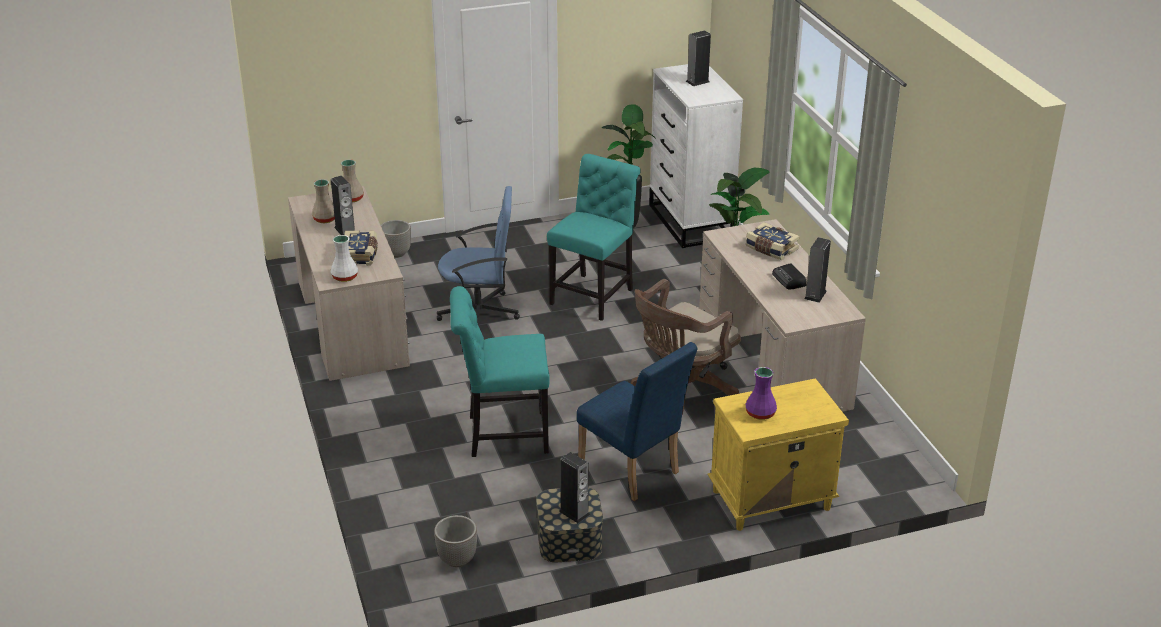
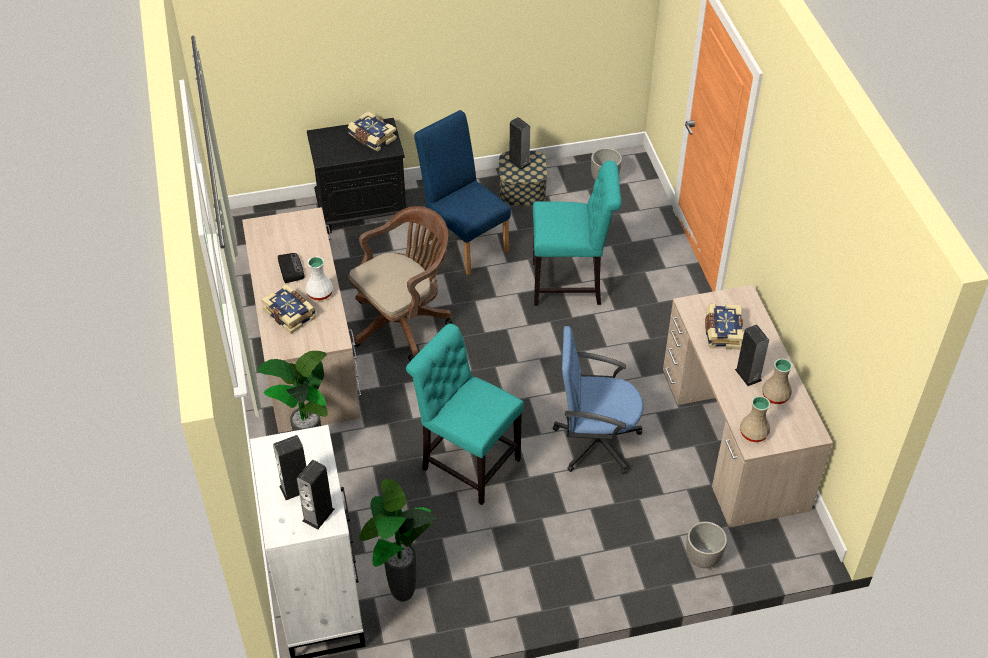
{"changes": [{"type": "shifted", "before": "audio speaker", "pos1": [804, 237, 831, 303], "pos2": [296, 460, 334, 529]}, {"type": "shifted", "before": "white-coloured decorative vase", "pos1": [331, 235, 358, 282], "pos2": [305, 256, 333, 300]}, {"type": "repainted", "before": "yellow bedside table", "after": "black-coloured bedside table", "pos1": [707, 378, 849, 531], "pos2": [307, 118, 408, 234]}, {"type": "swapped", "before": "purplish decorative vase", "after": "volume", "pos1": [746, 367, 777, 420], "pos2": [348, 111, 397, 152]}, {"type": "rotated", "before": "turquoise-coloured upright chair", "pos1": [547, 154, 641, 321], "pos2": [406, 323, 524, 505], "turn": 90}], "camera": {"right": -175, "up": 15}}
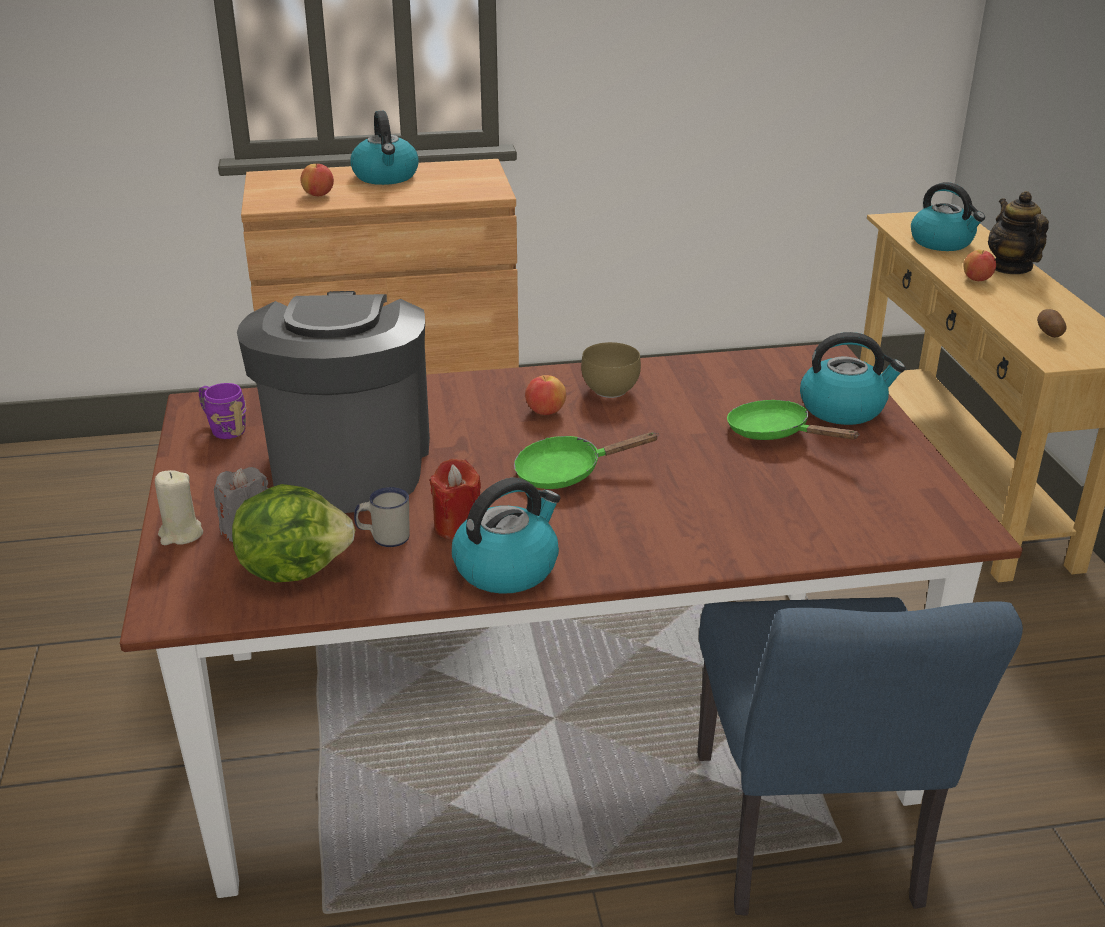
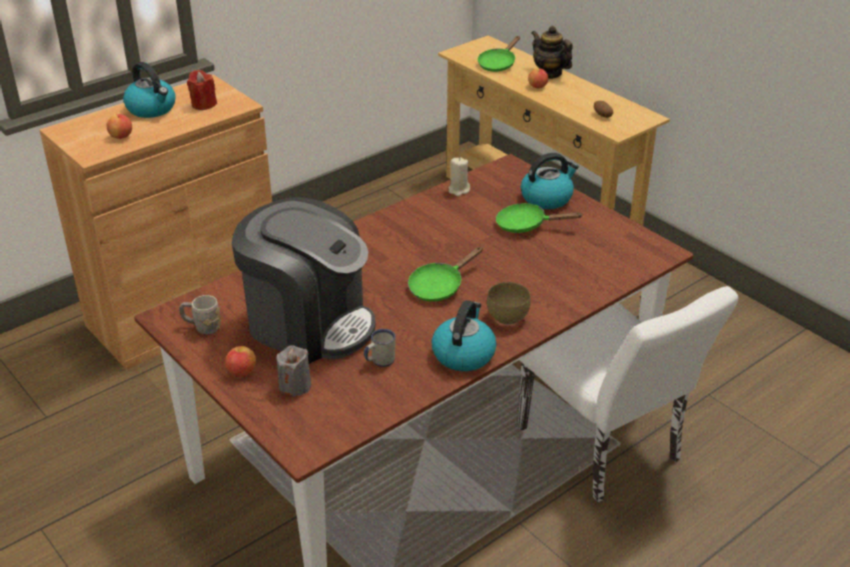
{"changes": [{"type": "repainted", "before": "purplish tea mug", "after": "gray tea mug", "pos1": [198, 383, 246, 439], "pos2": [179, 295, 221, 335]}, {"type": "shifted", "before": "reddish wax light", "pos1": [429, 459, 481, 540], "pos2": [187, 70, 217, 110]}, {"type": "shifted", "before": "apple", "pos1": [525, 375, 566, 415], "pos2": [225, 346, 256, 376]}, {"type": "rotated", "before": "coffee machine", "pos1": [237, 291, 430, 513], "pos2": [232, 197, 376, 364], "turn": 150}, {"type": "shifted", "before": "sand-coloured wax light", "pos1": [155, 470, 203, 545], "pos2": [449, 158, 470, 196]}, {"type": "swapped", "before": "kettle", "after": "greenish skillet", "pos1": [911, 182, 985, 251], "pos2": [478, 36, 520, 72]}, {"type": "shifted", "before": "brown-coloured deep dish", "pos1": [581, 342, 641, 398], "pos2": [487, 282, 531, 325]}, {"type": "repainted", "before": "bluish upright chair", "after": "white-coloured upright chair", "pos1": [697, 597, 1023, 916], "pos2": [517, 286, 739, 503]}, {"type": "gone", "before": "head of lettuce", "pos1": [232, 484, 355, 582]}], "camera": {"right": -30, "up": 5}}
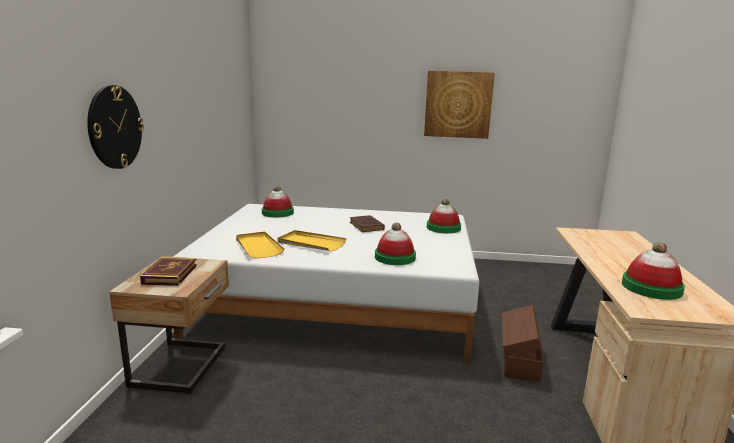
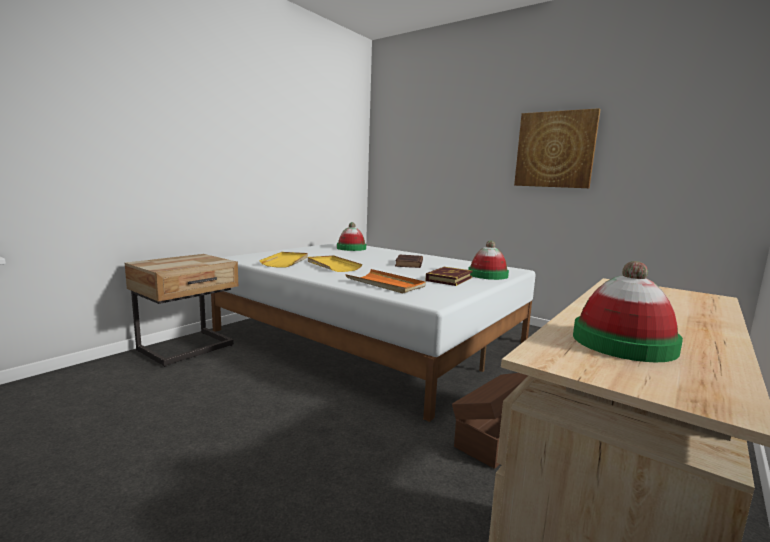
{"changes": [{"type": "swapped", "before": "clothing hat", "after": "orangey carrying tray", "pos1": [375, 223, 416, 265], "pos2": [345, 269, 426, 294]}, {"type": "shifted", "before": "volume", "pos1": [140, 257, 197, 286], "pos2": [425, 267, 473, 286]}, {"type": "gone", "before": "clock on the wall", "pos1": [87, 85, 144, 169]}], "camera": {"right": 30, "up": -5}}
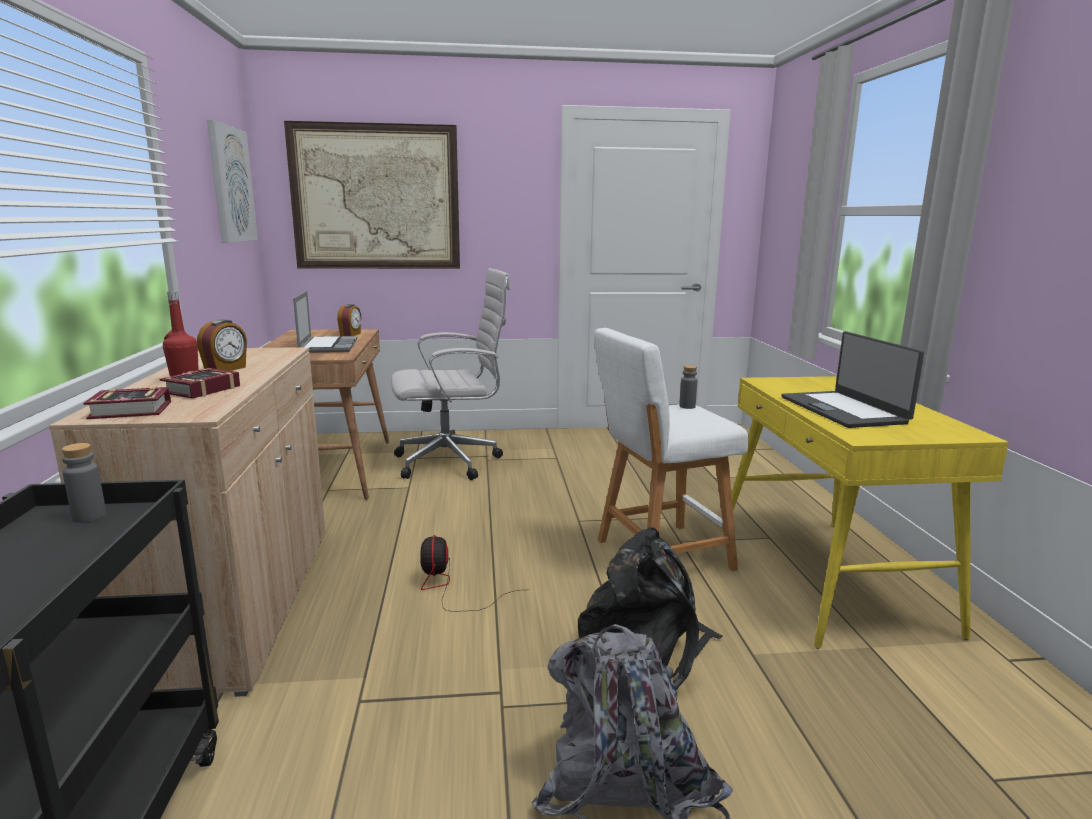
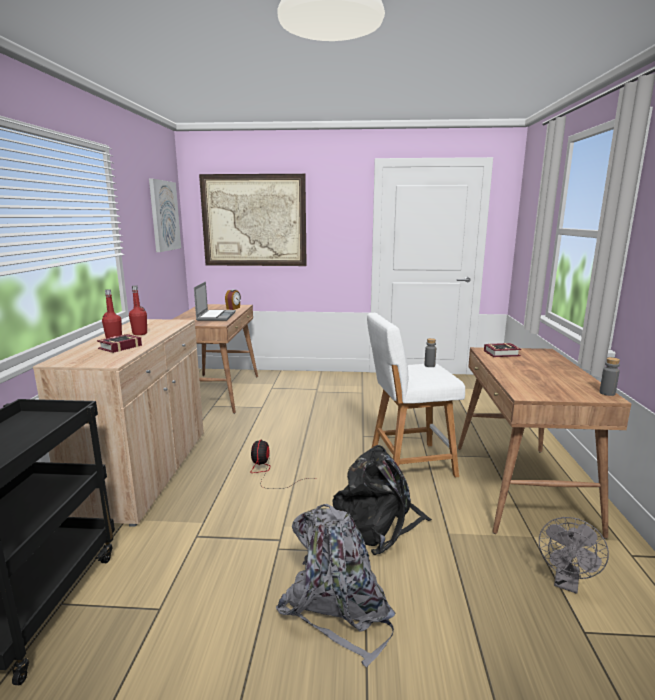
{"changes": [{"type": "swapped", "before": "table clock", "after": "reddish beverage bottle", "pos1": [197, 319, 247, 371], "pos2": [129, 285, 147, 335]}, {"type": "repainted", "before": "yellow desk", "after": "brown-coloured desk", "pos1": [722, 376, 1009, 649], "pos2": [458, 347, 631, 539]}, {"type": "shifted", "before": "volume", "pos1": [84, 387, 171, 419], "pos2": [484, 343, 522, 357]}, {"type": "new", "after": "gray electric fan", "pos2": [539, 517, 609, 594]}, {"type": "shifted", "before": "gray beverage bottle", "pos1": [62, 443, 106, 523], "pos2": [599, 357, 620, 396]}, {"type": "gone", "before": "white-coloured desk chair", "pos1": [391, 268, 510, 480]}, {"type": "gone", "before": "laptop", "pos1": [782, 331, 924, 428]}], "camera": {"right": 10, "up": 0}}
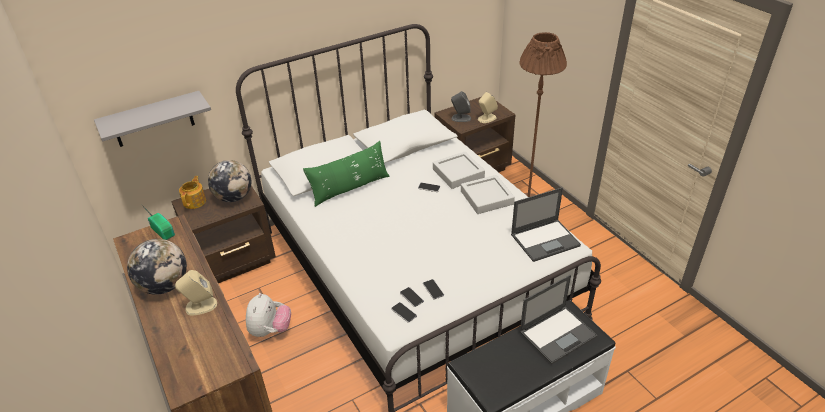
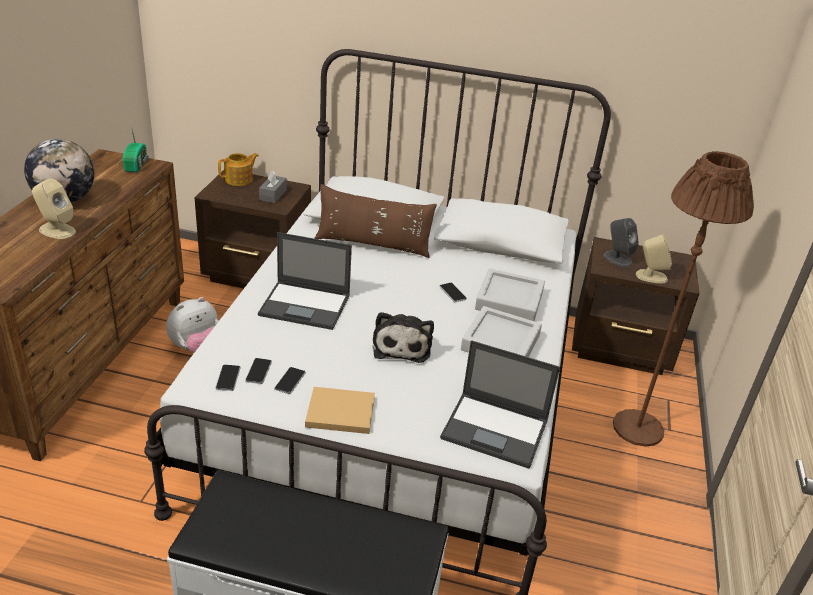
{"changes": [{"type": "shifted", "before": "laptop", "pos1": [519, 275, 598, 364], "pos2": [258, 232, 352, 330]}, {"type": "swapped", "before": "desk globe", "after": "gray box of tissues", "pos1": [208, 160, 251, 202], "pos2": [259, 170, 287, 203]}, {"type": "new", "after": "sand-coloured volume", "pos2": [305, 387, 375, 434]}, {"type": "repainted", "before": "greenish pillow", "after": "brown-coloured pillow", "pos1": [303, 141, 390, 207], "pos2": [314, 184, 437, 258]}, {"type": "new", "after": "cuddly toy", "pos2": [373, 312, 434, 363]}, {"type": "gone", "before": "gray wall shelf", "pos1": [94, 91, 211, 147]}], "camera": {"right": 40, "up": -5}}
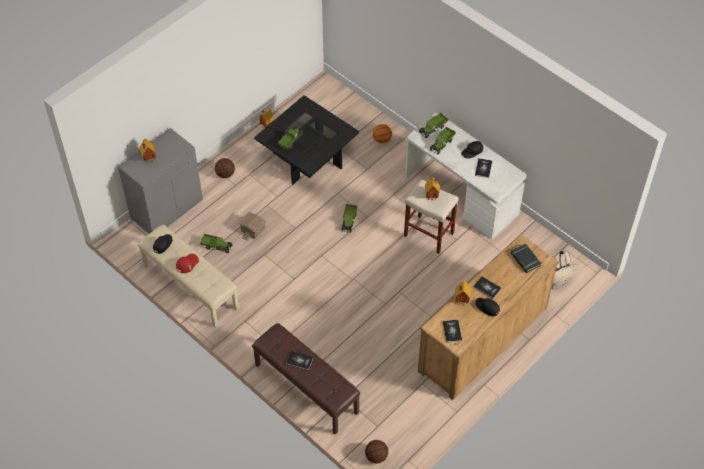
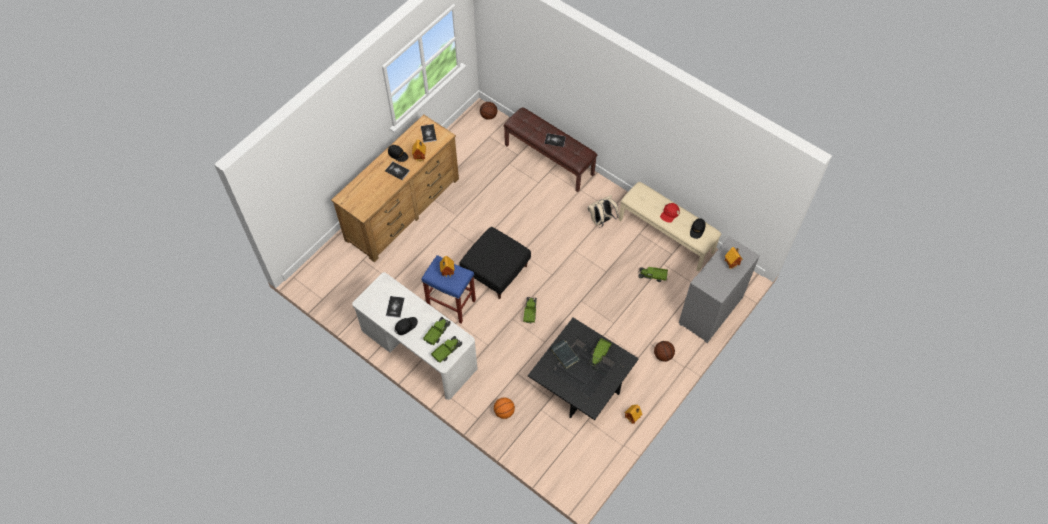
{"changes": [{"type": "repainted", "before": "sand-coloured stool seat", "after": "bluish stool seat", "pos1": [404, 179, 459, 254], "pos2": [422, 255, 476, 323]}, {"type": "new", "after": "black-coloured pouffe", "pos2": [459, 227, 531, 299]}, {"type": "shifted", "before": "black-coloured volume", "pos1": [511, 243, 541, 273], "pos2": [550, 340, 580, 369]}, {"type": "shifted", "before": "sand-coloured rucksack", "pos1": [551, 250, 578, 289], "pos2": [588, 195, 619, 228]}, {"type": "gone", "before": "model house", "pos1": [239, 212, 267, 241]}], "camera": {"right": 175, "up": 5}}
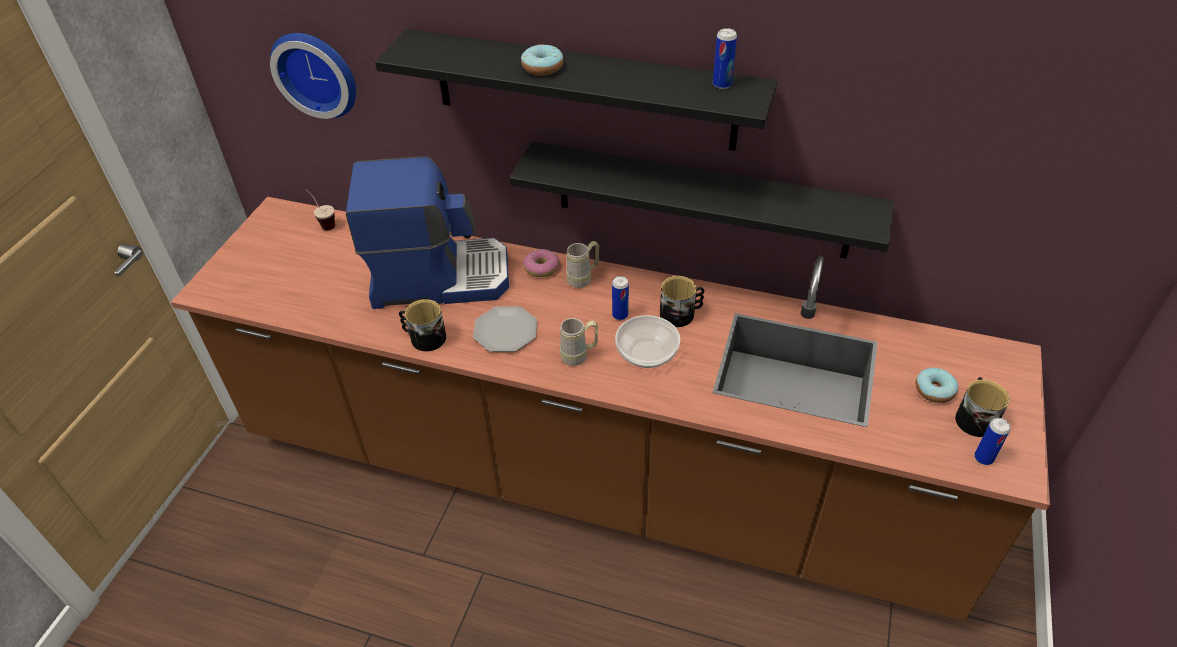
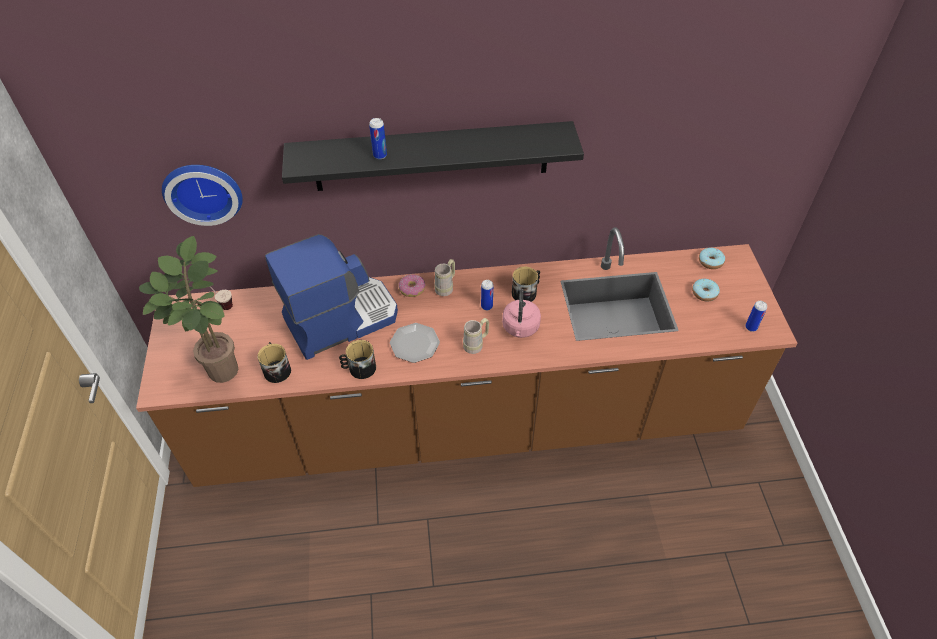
{"changes": [{"type": "new", "after": "plant in a pot", "pos2": [139, 236, 238, 383]}, {"type": "shifted", "before": "tea mug", "pos1": [955, 377, 1010, 437], "pos2": [258, 342, 291, 383]}, {"type": "shifted", "before": "can", "pos1": [713, 28, 737, 89], "pos2": [369, 118, 387, 159]}, {"type": "swapped", "before": "deep dish", "after": "pink-coloured kettle", "pos1": [615, 315, 680, 368], "pos2": [502, 289, 541, 338]}, {"type": "shifted", "before": "doughnut", "pos1": [521, 44, 563, 76], "pos2": [699, 248, 725, 269]}, {"type": "gone", "before": "black-coloured wall shelf", "pos1": [509, 141, 894, 259]}], "camera": {"right": -25, "up": 5}}
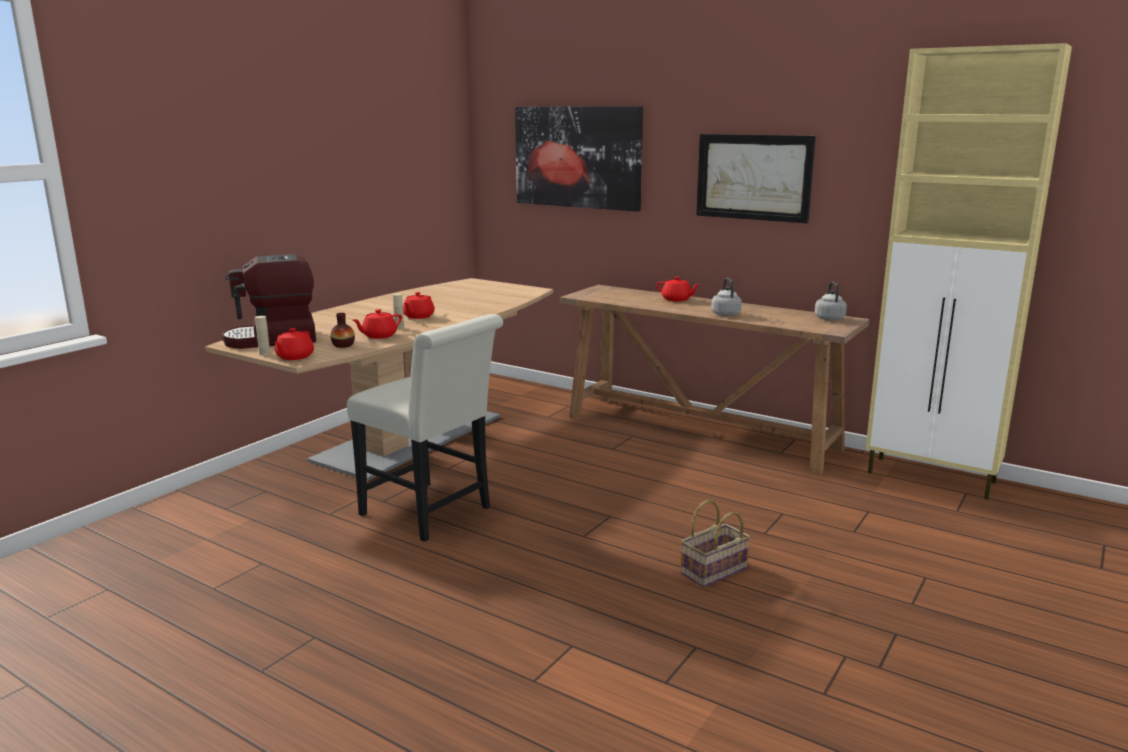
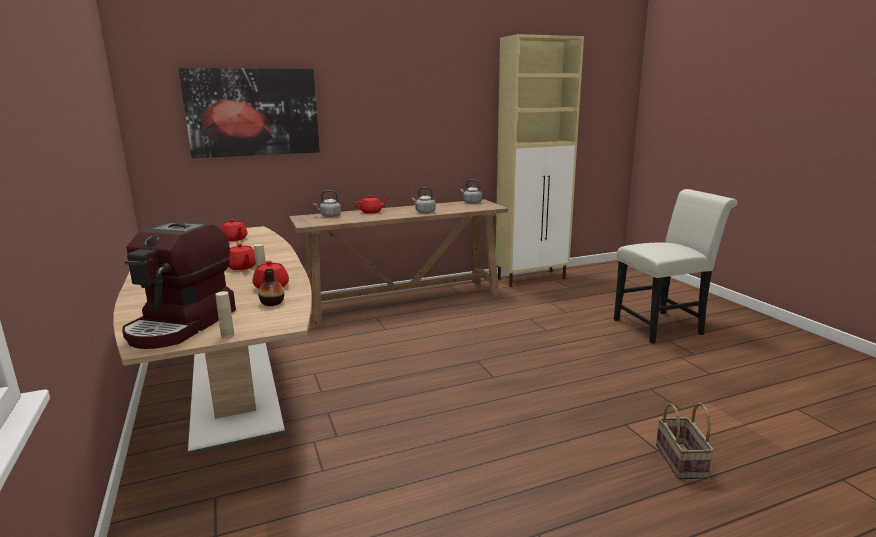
{"changes": [{"type": "shifted", "before": "reddish tea pot", "pos1": [275, 328, 314, 360], "pos2": [221, 219, 247, 241]}, {"type": "new", "after": "gray kettle", "pos2": [313, 190, 341, 217]}, {"type": "shifted", "before": "white-coloured upright chair", "pos1": [347, 314, 503, 542], "pos2": [614, 189, 738, 344]}, {"type": "shifted", "before": "basket", "pos1": [681, 500, 750, 587], "pos2": [656, 403, 714, 479]}, {"type": "gone", "before": "wall picture", "pos1": [696, 134, 816, 223]}], "camera": {"right": -55, "up": 0}}
